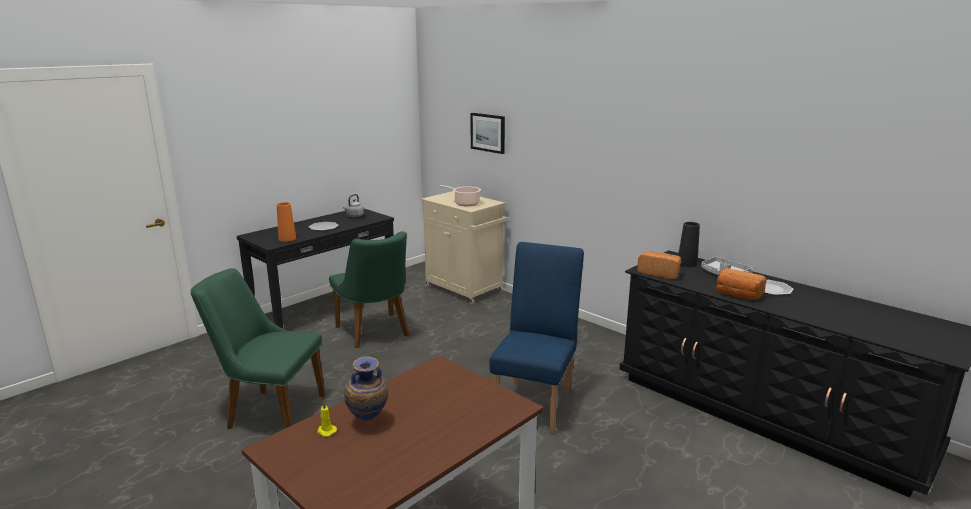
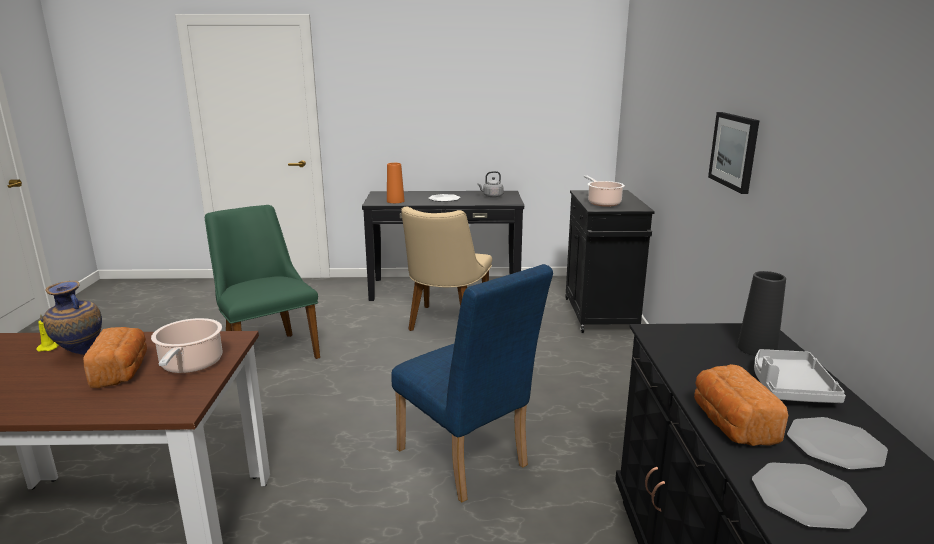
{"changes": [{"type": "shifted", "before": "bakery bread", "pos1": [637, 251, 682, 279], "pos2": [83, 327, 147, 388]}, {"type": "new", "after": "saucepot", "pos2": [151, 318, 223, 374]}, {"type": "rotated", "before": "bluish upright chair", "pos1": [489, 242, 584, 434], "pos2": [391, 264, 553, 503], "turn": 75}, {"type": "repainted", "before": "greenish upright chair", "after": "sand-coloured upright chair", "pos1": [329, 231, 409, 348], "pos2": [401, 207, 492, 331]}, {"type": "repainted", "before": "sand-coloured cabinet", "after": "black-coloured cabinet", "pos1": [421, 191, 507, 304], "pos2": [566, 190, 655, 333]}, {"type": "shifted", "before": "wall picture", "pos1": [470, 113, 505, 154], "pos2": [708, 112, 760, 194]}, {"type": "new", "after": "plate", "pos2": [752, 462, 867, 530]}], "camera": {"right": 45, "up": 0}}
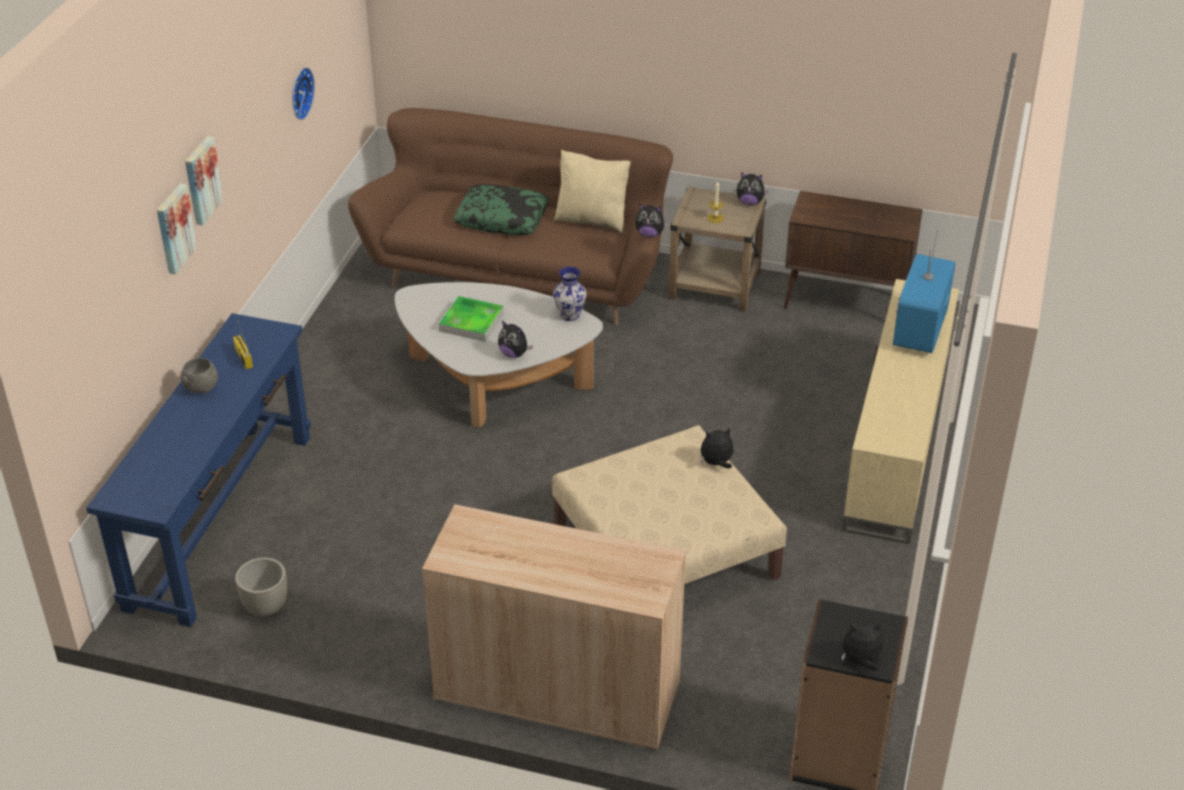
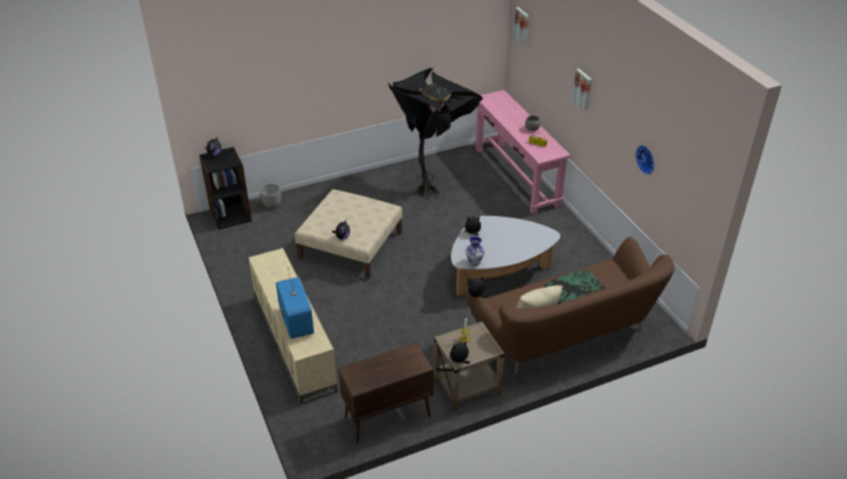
{"changes": [{"type": "shifted", "before": "gray planter", "pos1": [235, 558, 287, 616], "pos2": [260, 183, 281, 208]}, {"type": "new", "after": "black-coloured floor lamp", "pos2": [388, 68, 483, 199]}, {"type": "repainted", "before": "bluish hall table", "after": "pink-coloured hall table", "pos1": [86, 313, 311, 627], "pos2": [475, 90, 571, 214]}, {"type": "shifted", "before": "wall picture", "pos1": [157, 184, 198, 275], "pos2": [514, 7, 529, 46]}, {"type": "gone", "before": "sand-coloured cabinet", "pos1": [422, 504, 686, 751]}, {"type": "gone", "before": "carrying tray", "pos1": [439, 296, 504, 342]}], "camera": {"right": 140, "up": 0}}
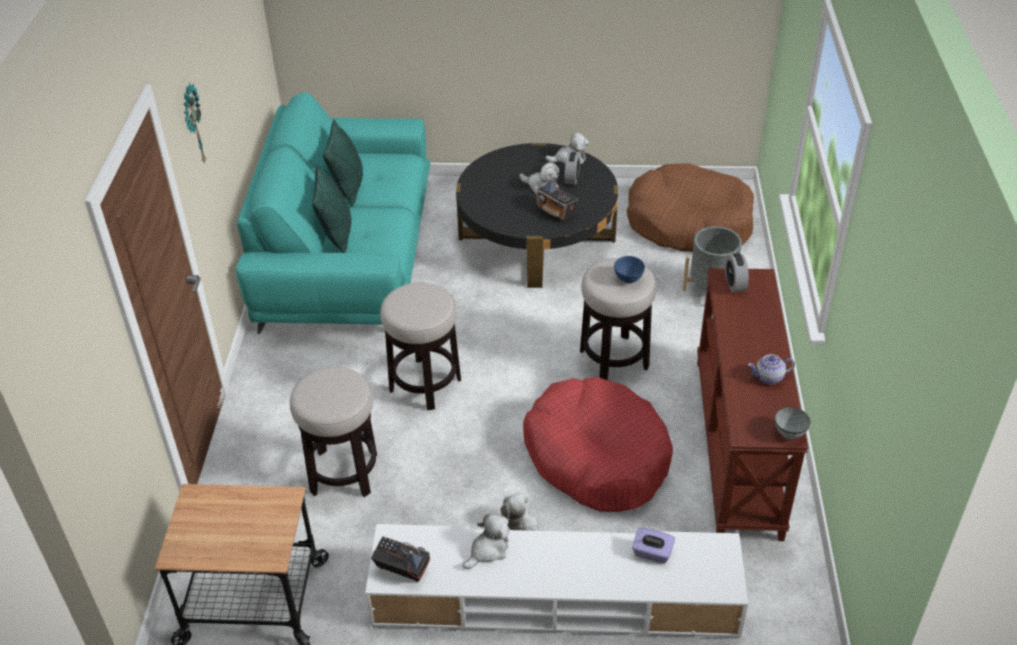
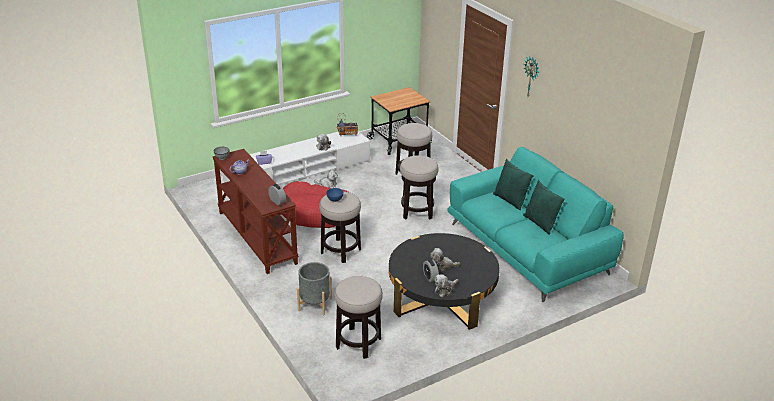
{"changes": [{"type": "swapped", "before": "brown-coloured dog cushion", "after": "stool seat", "pos1": [627, 163, 754, 252], "pos2": [334, 276, 383, 359]}, {"type": "gone", "before": "radio", "pos1": [536, 167, 579, 221]}], "camera": {"right": 145, "up": -10}}
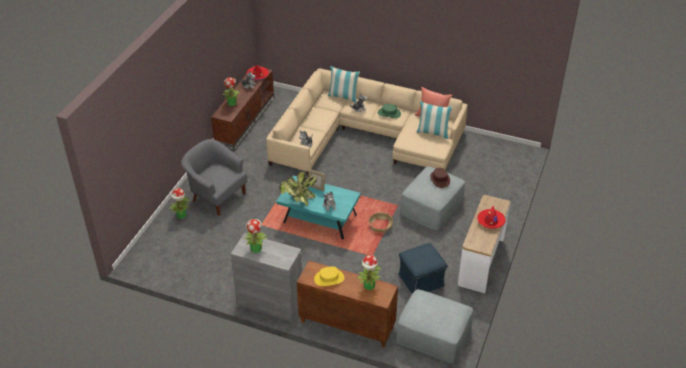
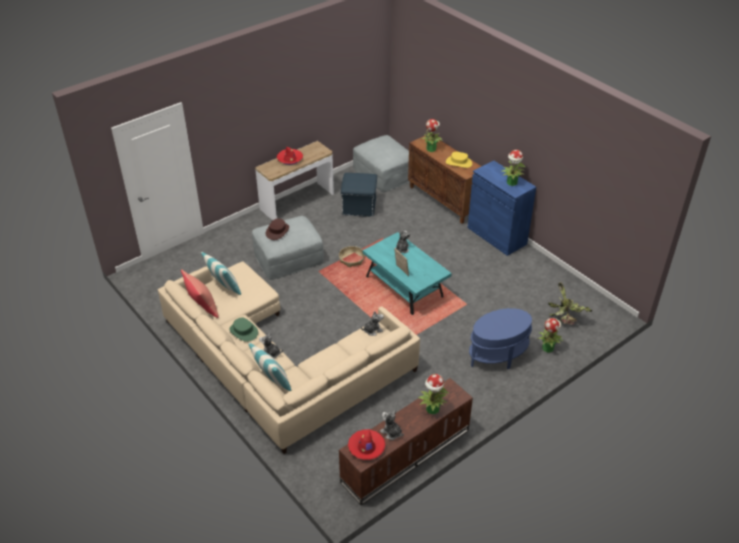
{"changes": [{"type": "repainted", "before": "gray cabinet", "after": "bluish cabinet", "pos1": [231, 233, 302, 322], "pos2": [467, 161, 536, 256]}, {"type": "swapped", "before": "gray lounge chair", "after": "bluish side table", "pos1": [181, 139, 247, 216], "pos2": [469, 308, 532, 369]}, {"type": "shifted", "before": "plant in a pot", "pos1": [279, 172, 317, 206], "pos2": [548, 282, 592, 325]}], "camera": {"right": -150, "up": 0}}
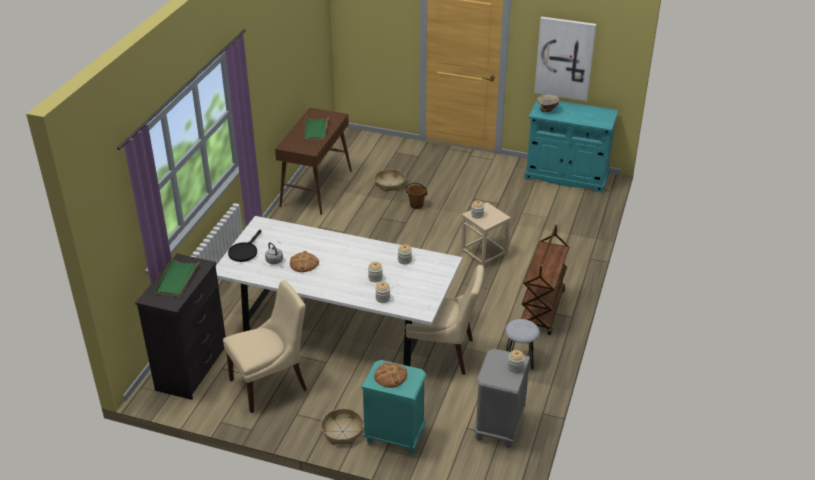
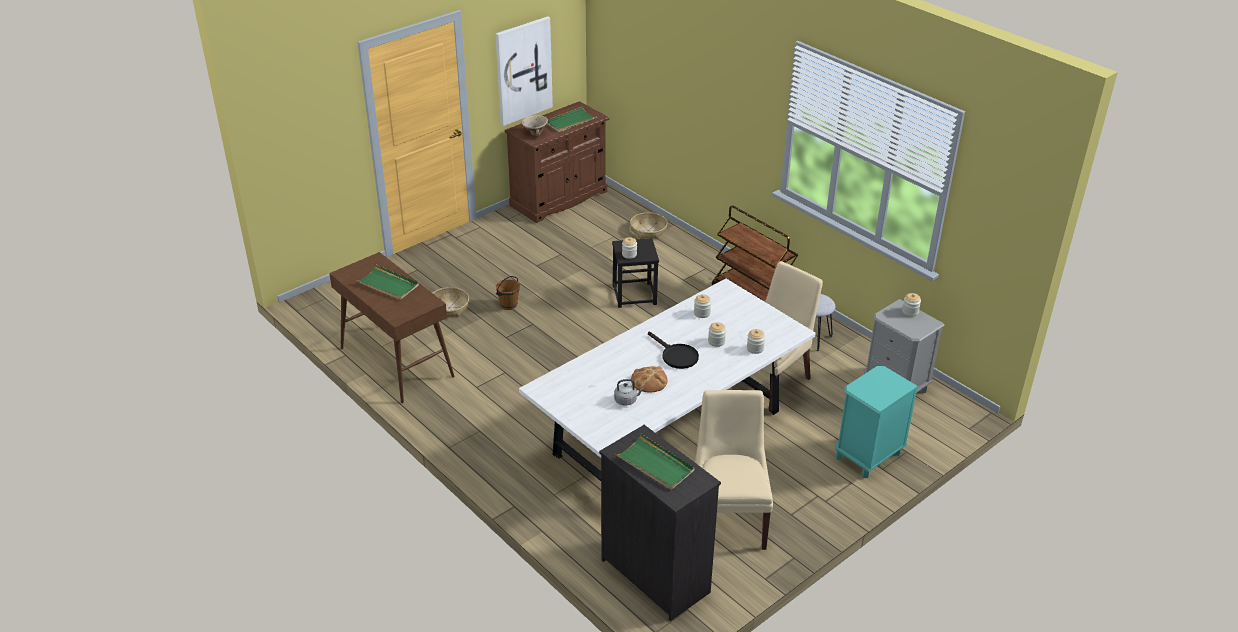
{"changes": [{"type": "repainted", "before": "turquoise-coloured cabinet", "after": "brown-coloured cabinet", "pos1": [525, 98, 619, 193], "pos2": [505, 101, 609, 223]}, {"type": "new", "after": "greenish carrying tray", "pos2": [547, 106, 598, 132]}, {"type": "repainted", "before": "sand-coloured stool seat", "after": "black-coloured stool seat", "pos1": [461, 202, 511, 267], "pos2": [612, 238, 659, 308]}, {"type": "shifted", "before": "basket", "pos1": [321, 408, 364, 445], "pos2": [630, 212, 667, 239]}, {"type": "shifted", "before": "black-coloured skillet", "pos1": [228, 229, 262, 262], "pos2": [648, 332, 699, 369]}, {"type": "gone", "before": "bakery bread", "pos1": [374, 362, 407, 388]}], "camera": {"right": -60, "up": 0}}
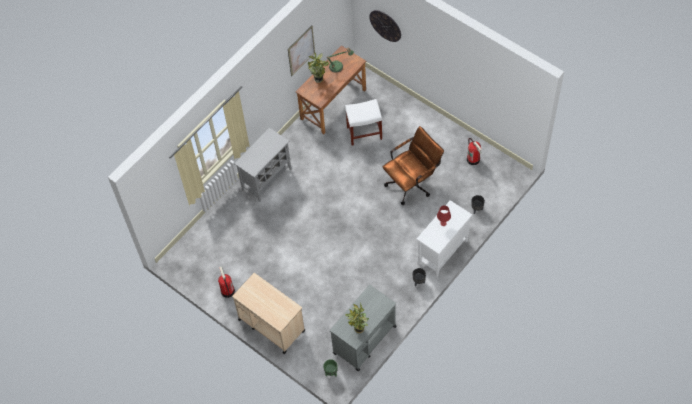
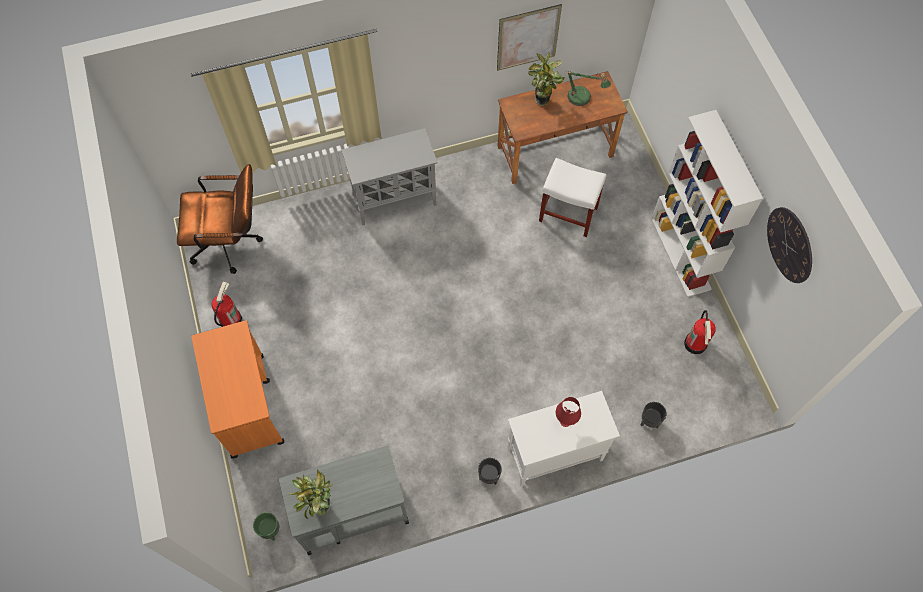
{"changes": [{"type": "shifted", "before": "brown-coloured desk chair", "pos1": [383, 126, 444, 205], "pos2": [177, 164, 263, 274]}, {"type": "repainted", "before": "sand-coloured wheeled cart", "after": "orangey wheeled cart", "pos1": [232, 273, 305, 354], "pos2": [192, 320, 285, 459]}, {"type": "new", "after": "white-coloured bookcase", "pos2": [651, 110, 763, 297]}, {"type": "shifted", "before": "clock on the wall", "pos1": [369, 10, 401, 42], "pos2": [767, 207, 812, 283]}], "camera": {"right": 30, "up": 5}}
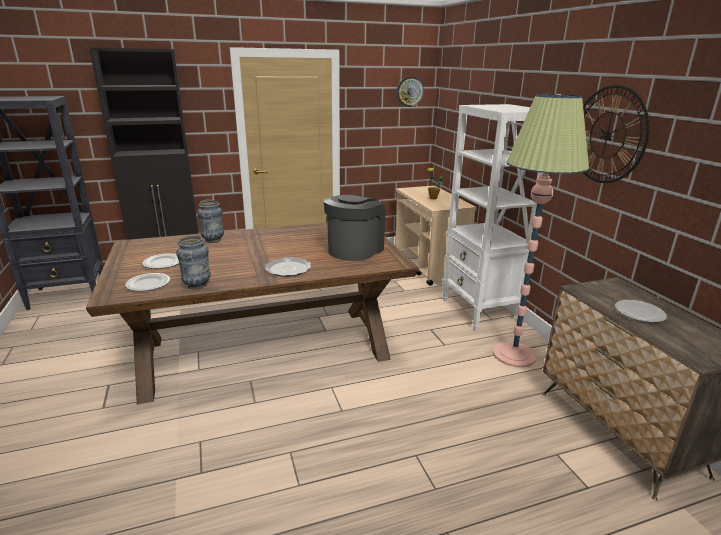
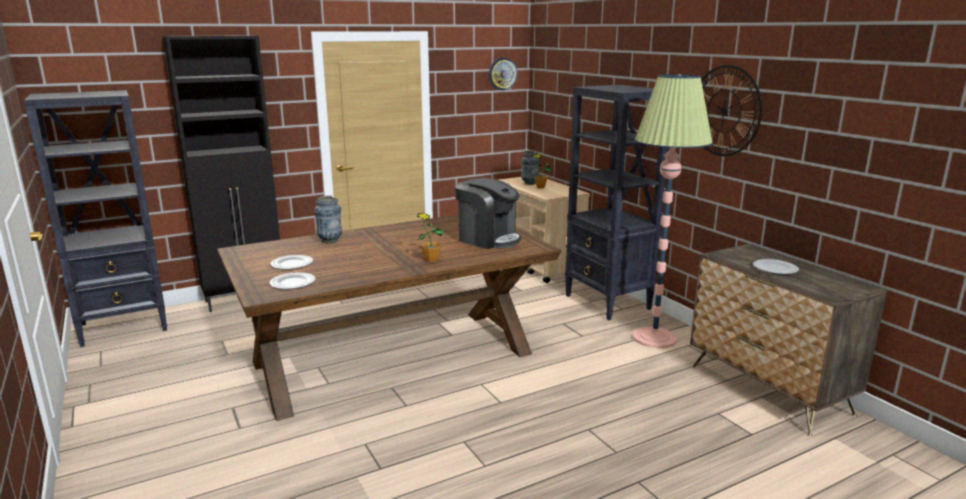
{"changes": [{"type": "swapped", "before": "plate", "after": "plant in a pot", "pos1": [265, 257, 311, 277], "pos2": [417, 213, 444, 262]}, {"type": "rotated", "before": "coffee machine", "pos1": [324, 195, 385, 261], "pos2": [455, 178, 521, 249], "turn": 105}, {"type": "shifted", "before": "decorative vase", "pos1": [176, 235, 211, 289], "pos2": [521, 151, 540, 185]}, {"type": "repainted", "before": "white-coloured bookcase", "after": "black-coloured bookcase", "pos1": [442, 104, 543, 330], "pos2": [565, 85, 668, 320]}], "camera": {"right": -10, "up": -5}}
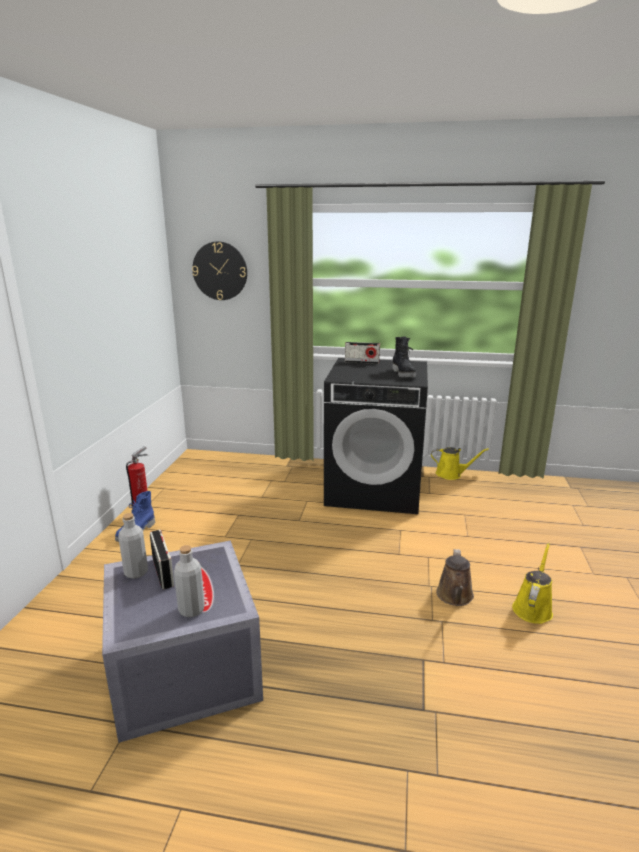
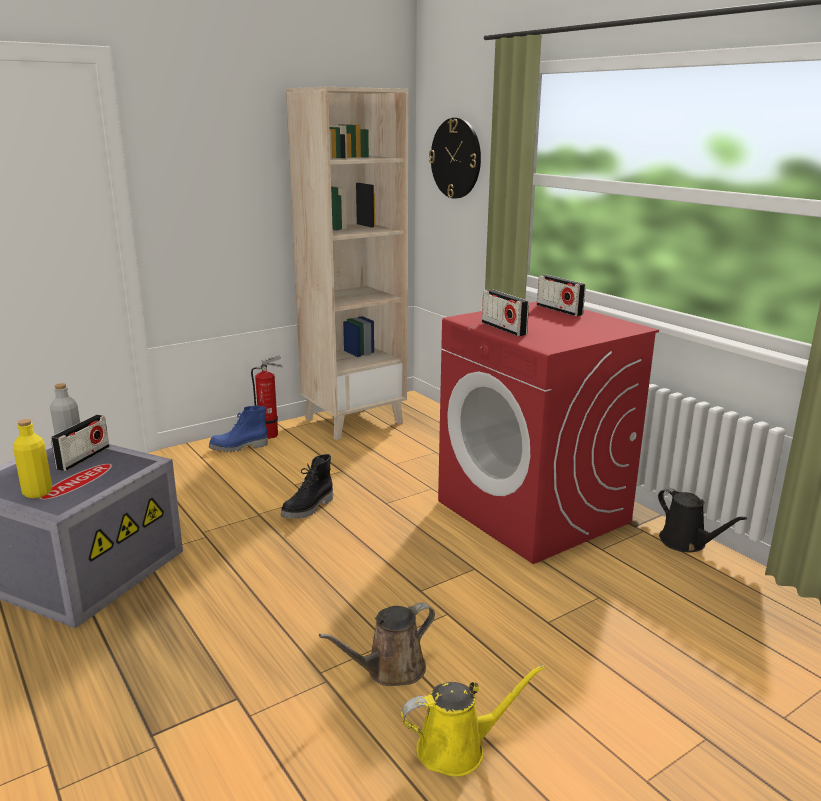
{"changes": [{"type": "repainted", "before": "gray beverage bottle", "after": "yellow beverage bottle", "pos1": [174, 545, 205, 617], "pos2": [13, 419, 52, 498]}, {"type": "shifted", "before": "black-coloured high-top boot", "pos1": [392, 337, 416, 378], "pos2": [281, 454, 333, 519]}, {"type": "new", "after": "sand-coloured bookcase", "pos2": [286, 87, 409, 440]}, {"type": "repainted", "before": "black-coloured laundry machine", "after": "reddish laundry machine", "pos1": [324, 358, 428, 514], "pos2": [438, 301, 659, 564]}, {"type": "new", "after": "radio", "pos2": [482, 289, 529, 336]}, {"type": "repainted", "before": "yellow watering can", "after": "black-coloured watering can", "pos1": [431, 447, 489, 480], "pos2": [658, 488, 747, 552]}], "camera": {"right": 45, "up": 0}}
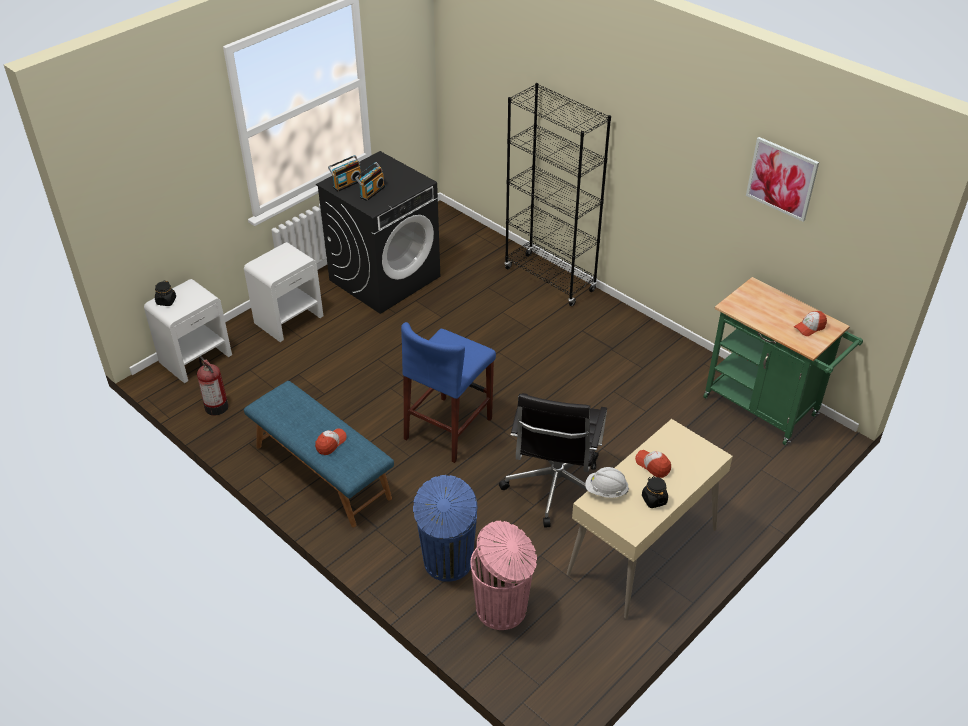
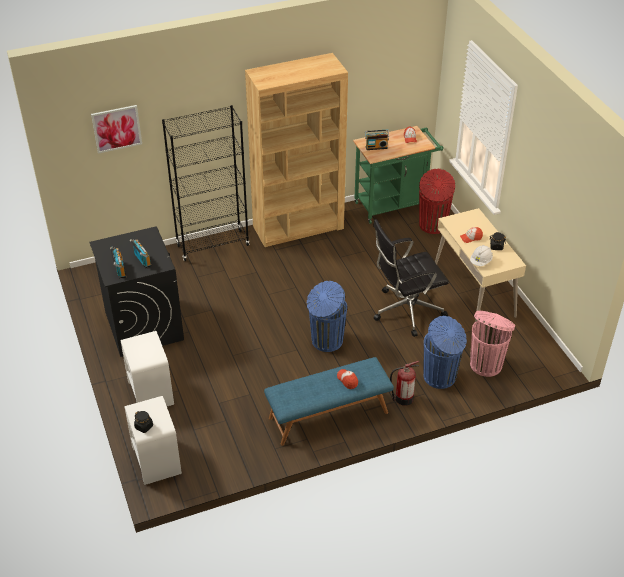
{"changes": [{"type": "shifted", "before": "wall picture", "pos1": [746, 137, 819, 222], "pos2": [91, 105, 142, 154]}, {"type": "new", "after": "brown-coloured bookcase", "pos2": [245, 53, 348, 247]}, {"type": "swapped", "before": "bluish stool seat", "after": "bluish waste bin", "pos1": [401, 322, 496, 463], "pos2": [307, 281, 347, 352]}, {"type": "new", "after": "radio", "pos2": [365, 129, 389, 150]}, {"type": "rotated", "before": "black-coloured desk chair", "pos1": [499, 393, 607, 528], "pos2": [373, 219, 449, 337], "turn": 120}, {"type": "shifted", "before": "fire-fighting cylinder", "pos1": [197, 356, 228, 415], "pos2": [390, 361, 419, 406]}, {"type": "new", "after": "reddish waste bin", "pos2": [419, 169, 455, 234]}], "camera": {"right": -65, "up": 0}}
